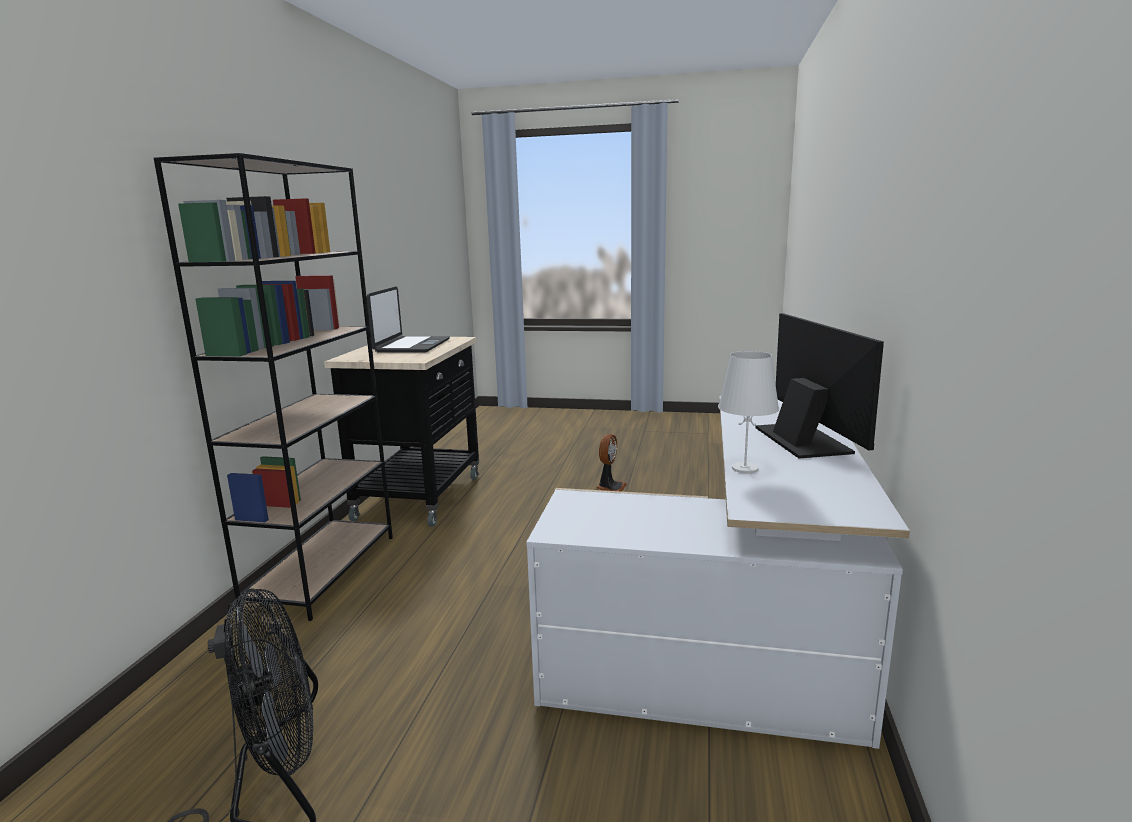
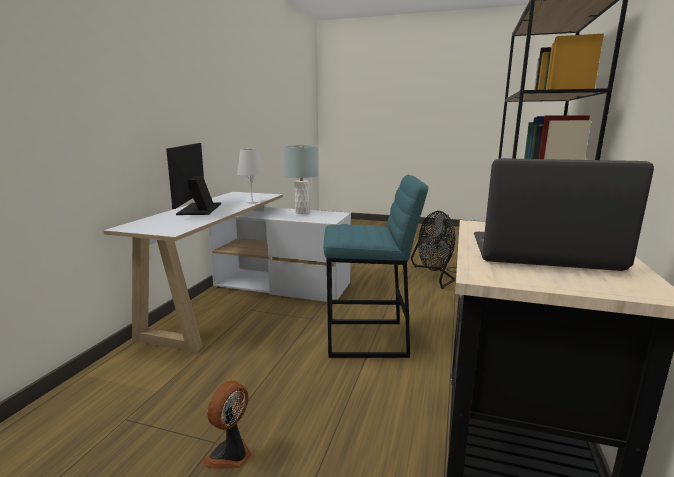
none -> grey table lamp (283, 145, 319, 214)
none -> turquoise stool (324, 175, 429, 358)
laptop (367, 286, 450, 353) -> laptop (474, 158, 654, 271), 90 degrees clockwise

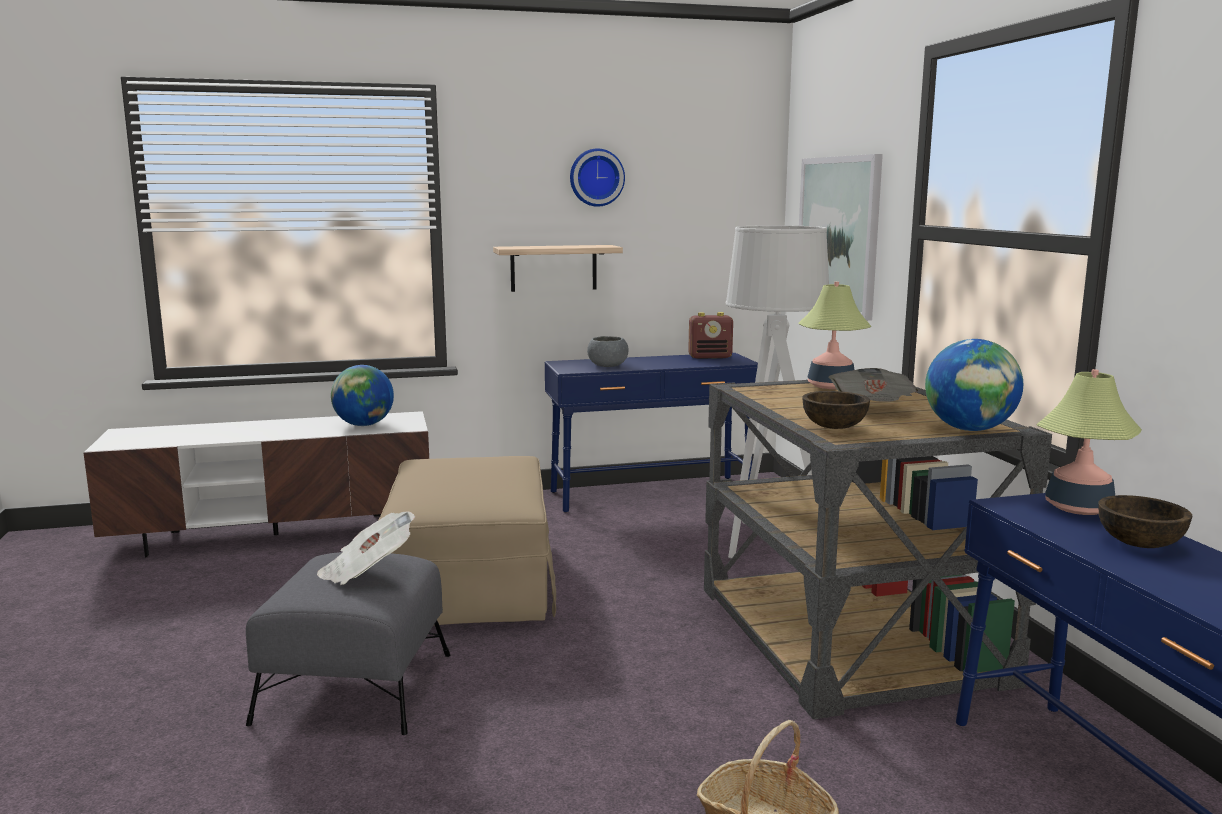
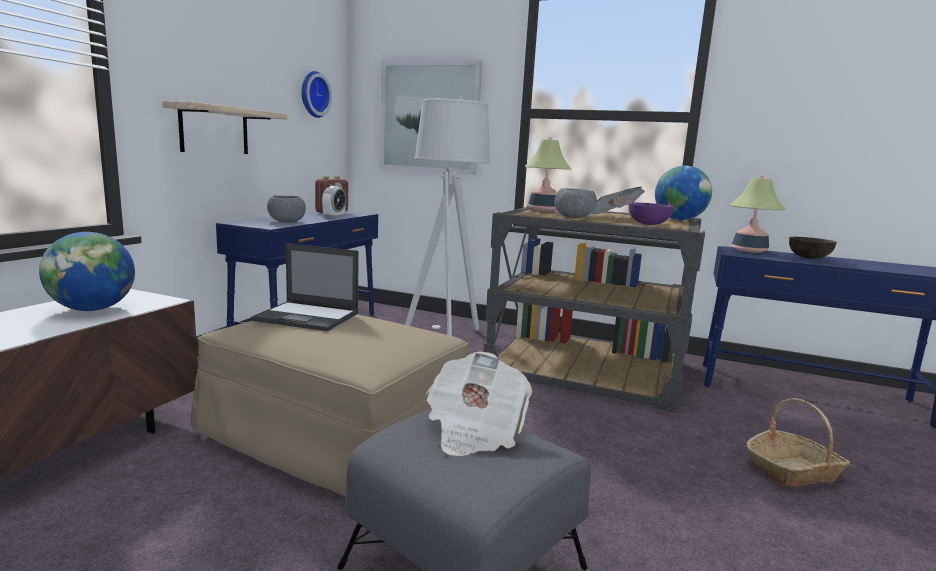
none -> laptop (251, 243, 359, 331)
none -> alarm clock (322, 186, 346, 218)
none -> grey bowl (555, 188, 597, 218)
wall clock (570, 148, 625, 207) -> wall clock (301, 71, 332, 118), moved
brown bowl (802, 391, 870, 429) -> purple bowl (629, 202, 674, 225)

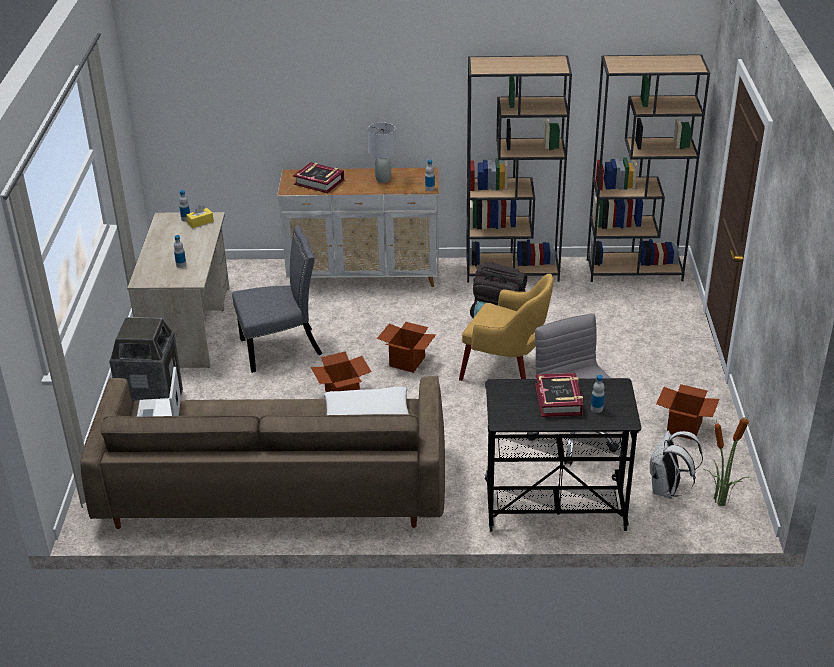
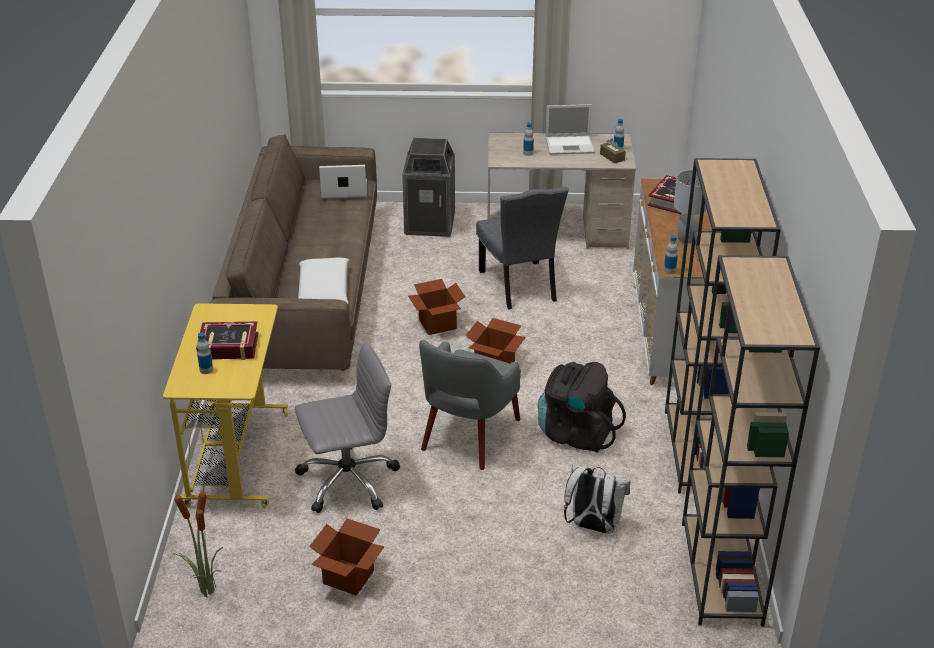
none -> laptop (545, 104, 595, 155)
white backpack (650, 431, 703, 498) -> white backpack (564, 464, 630, 534), moved
yellow tissue box (186, 205, 214, 228) -> brown tissue box (600, 139, 626, 164)
yellow armchair (459, 273, 553, 381) -> grey armchair (419, 340, 521, 470)
black desk (484, 378, 641, 532) -> yellow desk (163, 303, 288, 509)

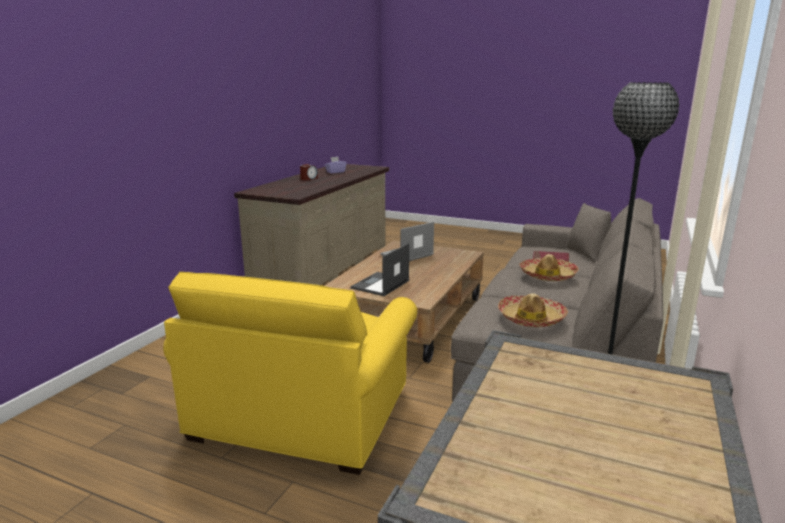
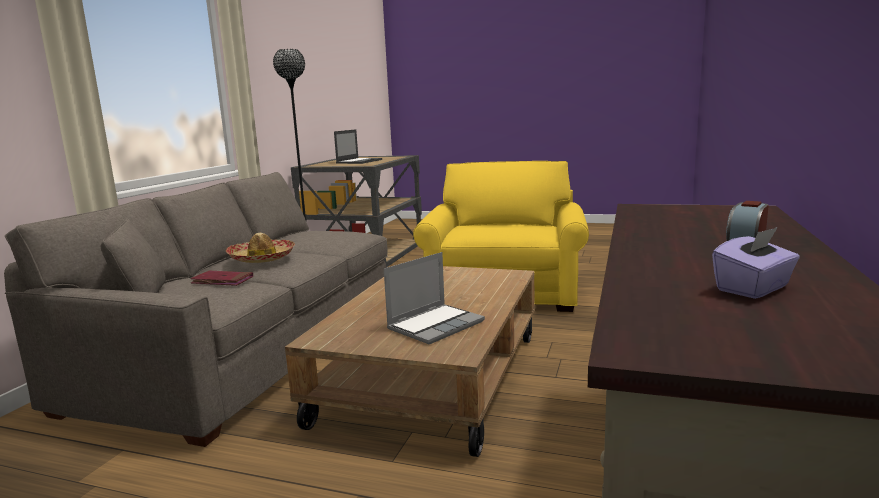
hat (498, 293, 568, 327) -> none
laptop (350, 243, 409, 296) -> laptop (334, 129, 382, 164), moved

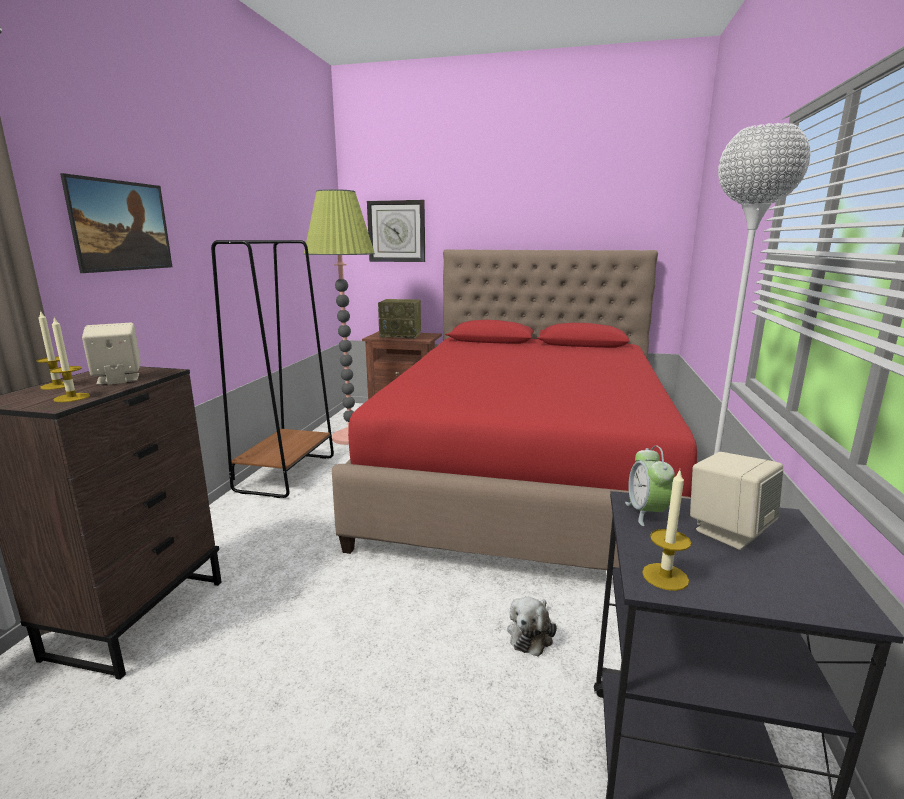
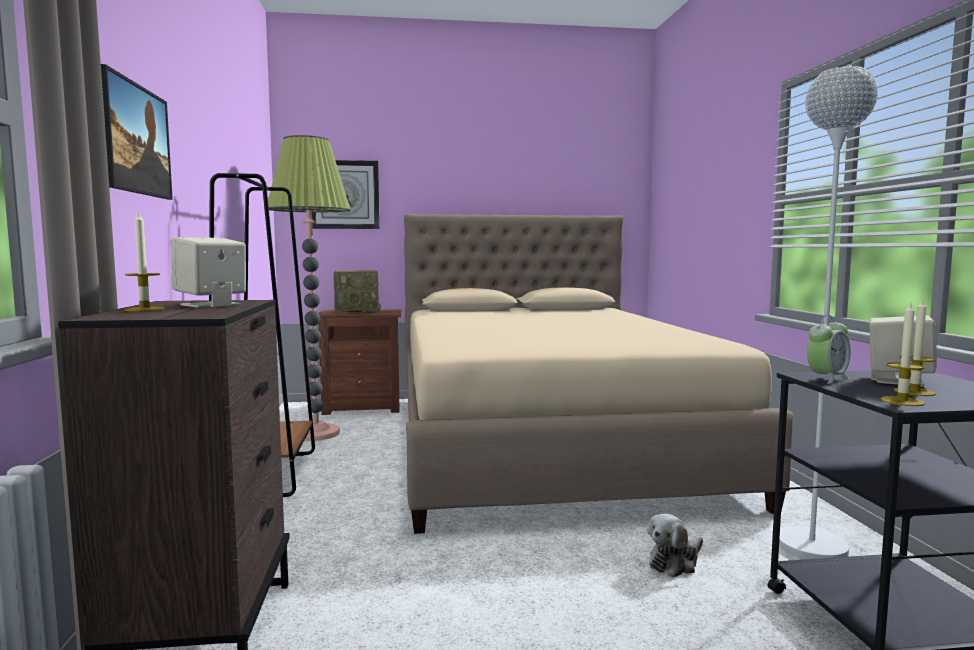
candle (50, 317, 90, 402) -> candle (894, 297, 936, 396), moved
red bed (332, 249, 697, 570) -> beige bed (404, 214, 794, 534)
plush toy (507, 597, 557, 656) -> plush toy (648, 514, 703, 577), 45 degrees clockwise
alarm clock (625, 445, 675, 526) -> alarm clock (807, 315, 851, 384), 105 degrees counterclockwise

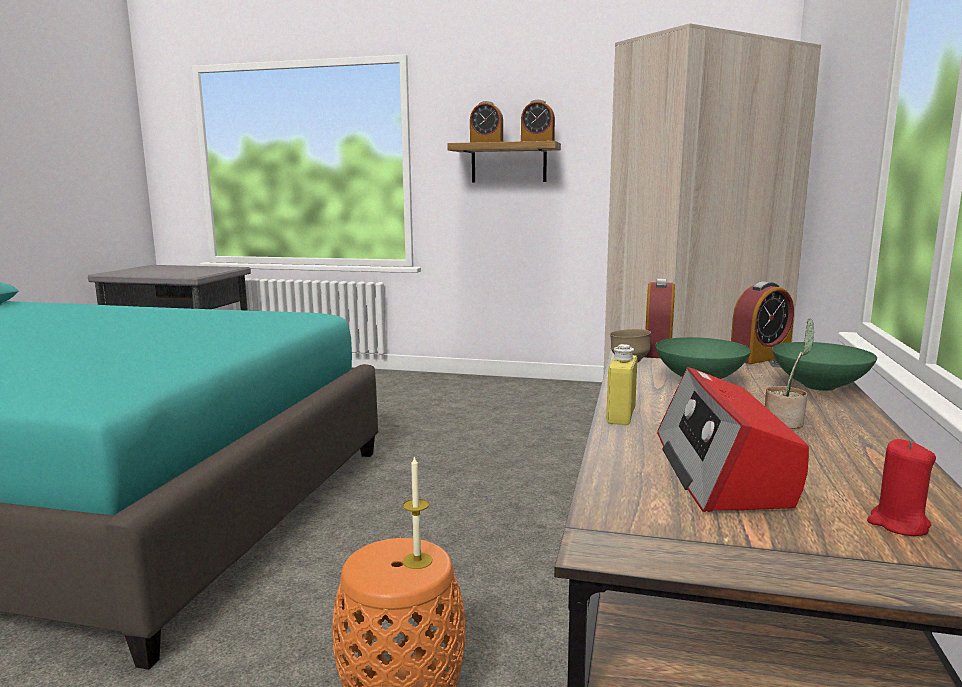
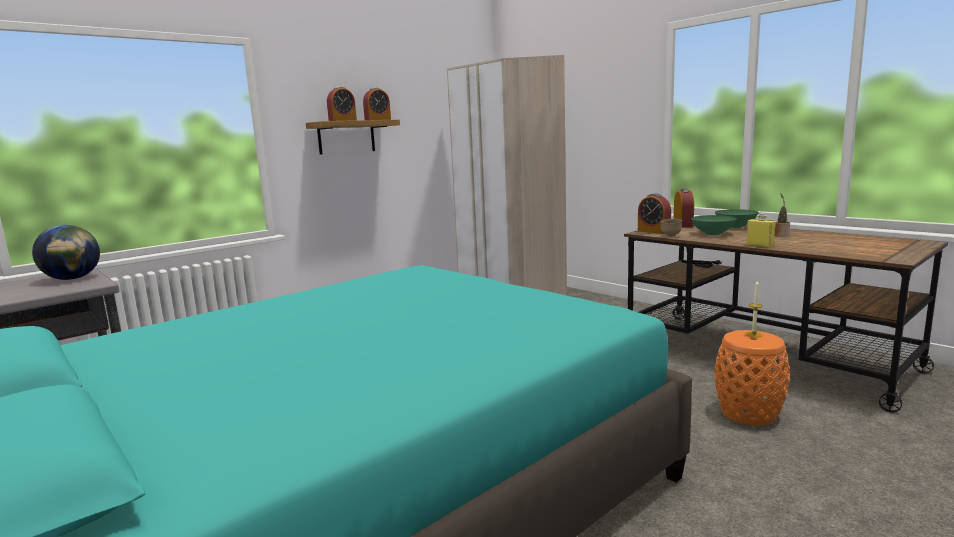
radio (657, 367, 809, 512) -> none
red candle (867, 439, 936, 536) -> none
none -> globe (32, 225, 100, 280)

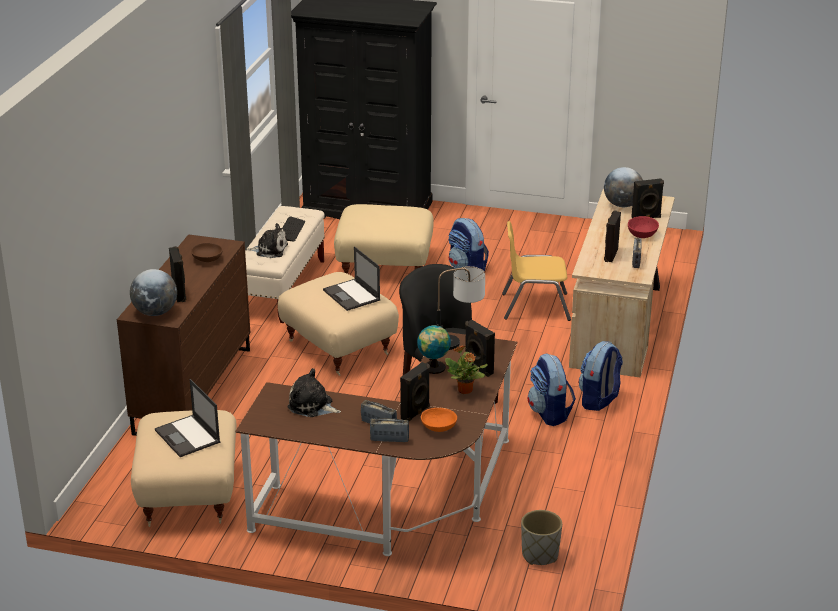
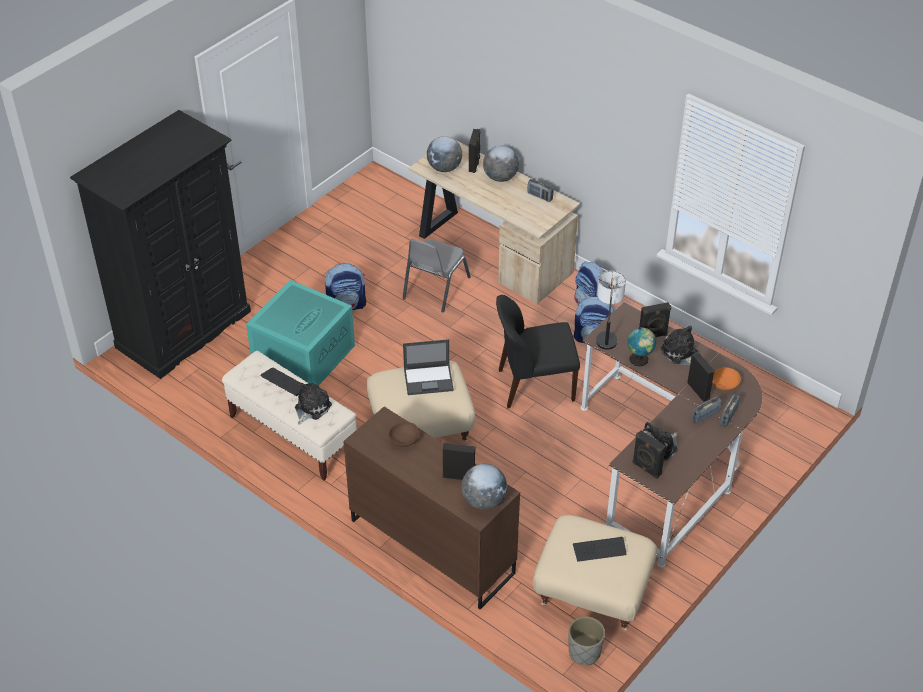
grey planter (521, 510, 562, 565) -> grey planter (569, 617, 605, 665), moved
black speaker (604, 211, 621, 262) -> black speaker (632, 430, 666, 479), moved
laptop (155, 379, 220, 457) -> keyboard (573, 537, 626, 562)
beige ottoman (334, 204, 434, 274) -> turquoise storage box (246, 280, 355, 385)
potted plant (445, 345, 488, 394) -> plush toy (661, 325, 698, 365)
red bowl (628, 216, 659, 238) -> globe (483, 146, 519, 182)
yellow chair (502, 221, 571, 321) -> grey chair (403, 239, 471, 312)

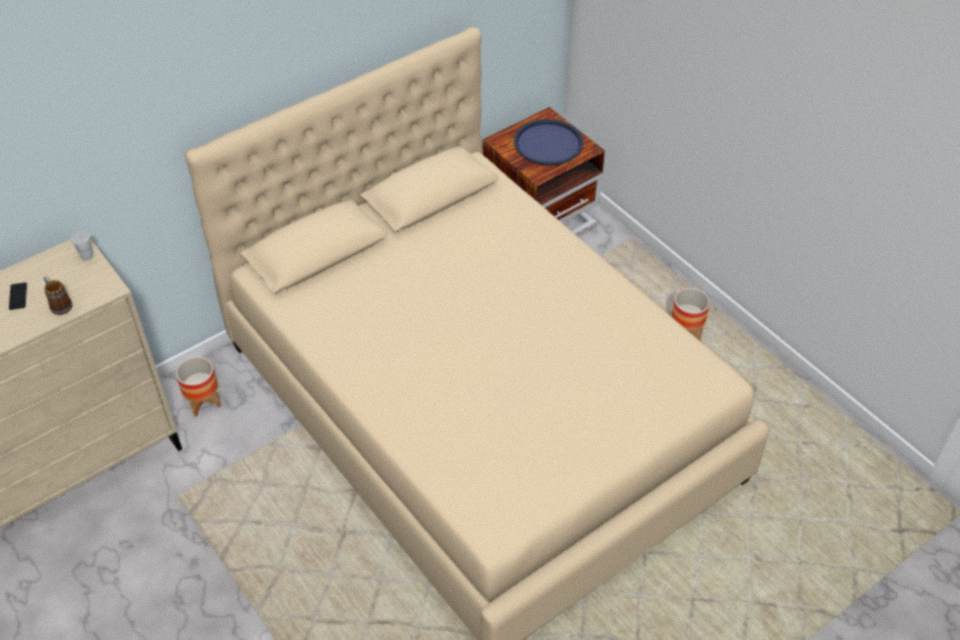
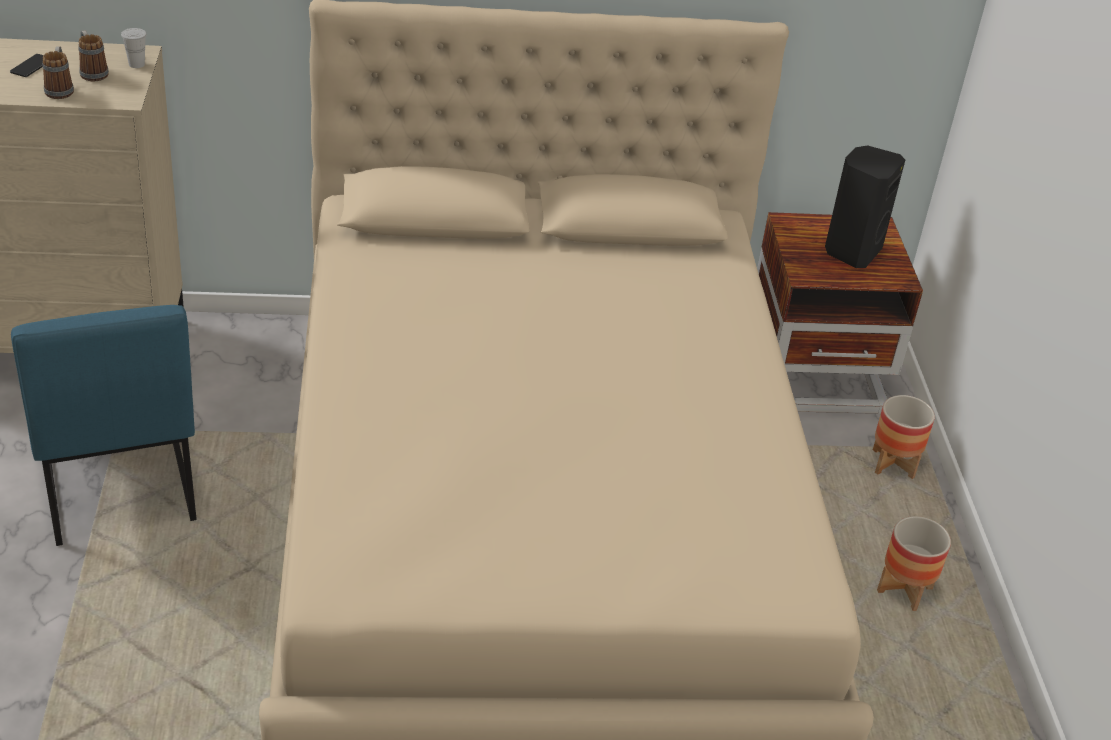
none -> blue chair (11, 305, 197, 546)
none -> mug (78, 30, 109, 81)
planter (176, 356, 221, 417) -> planter (873, 395, 935, 479), moved
blue tray (514, 119, 583, 165) -> black speaker (825, 145, 905, 268)

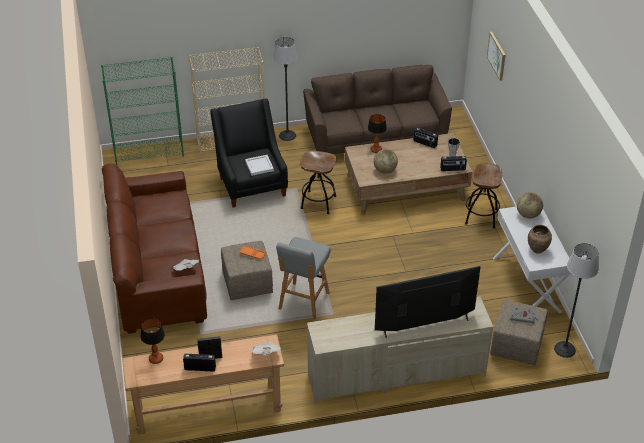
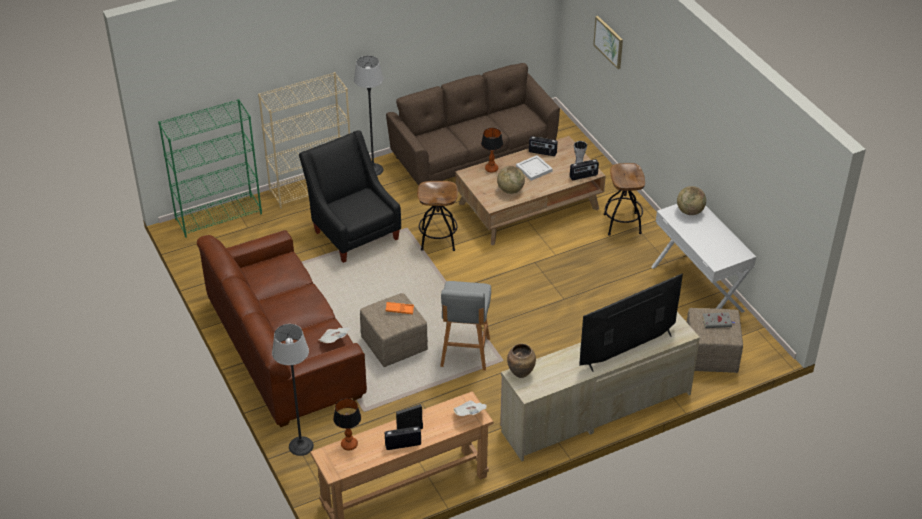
white tray (245, 155, 274, 176) -> white tray (516, 155, 553, 181), moved
brown vase (528, 225, 552, 254) -> brown vase (507, 344, 536, 378), moved
floor lamp (554, 243, 599, 358) -> floor lamp (272, 324, 314, 456), moved

